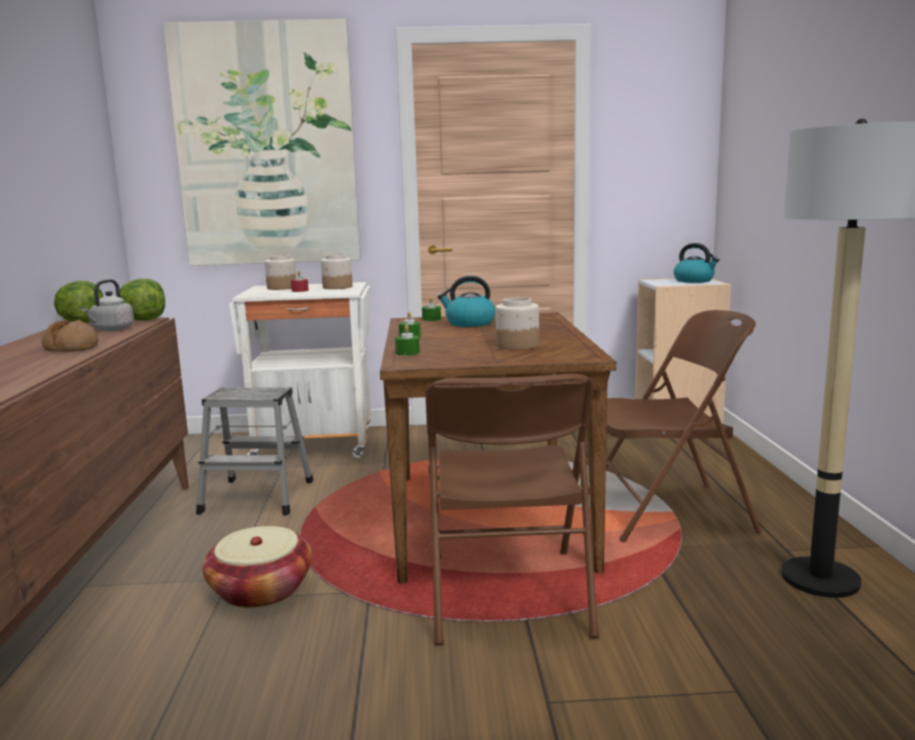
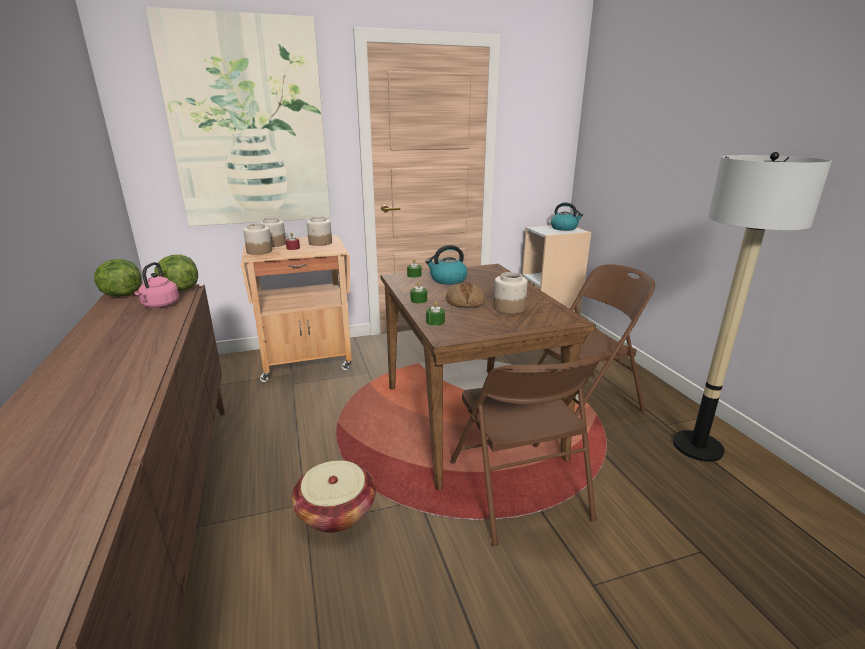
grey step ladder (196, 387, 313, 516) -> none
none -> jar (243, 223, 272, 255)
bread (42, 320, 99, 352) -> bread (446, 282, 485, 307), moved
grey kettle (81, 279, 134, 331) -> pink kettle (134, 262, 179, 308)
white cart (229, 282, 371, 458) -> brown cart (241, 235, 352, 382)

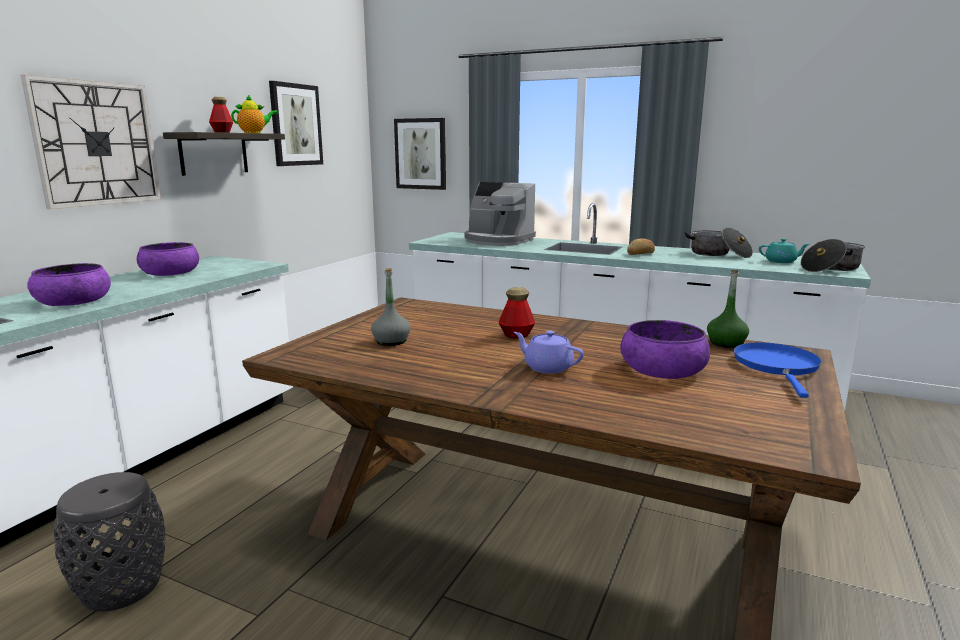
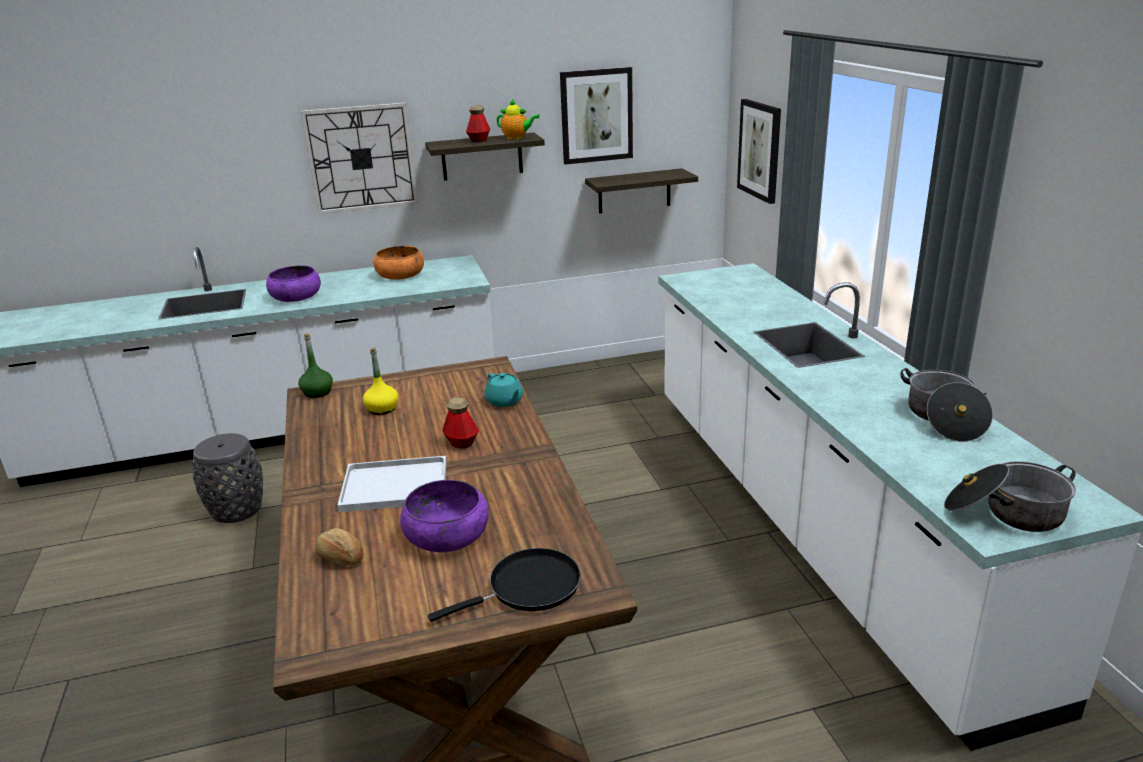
coffee machine (465, 182, 536, 246) -> none
none -> shelf (585, 168, 698, 214)
bread (627, 239, 655, 255) -> bread (315, 528, 363, 566), moved
green bottle (707, 270, 749, 348) -> green bottle (298, 333, 333, 398), moved
turquoise teapot (759, 239, 810, 263) -> turquoise teapot (484, 373, 523, 407), moved
purple teapot (514, 331, 584, 374) -> white tray (337, 456, 447, 512)
purple bowl (137, 242, 199, 276) -> orange bowl (373, 246, 424, 280)
grey bottle (371, 268, 411, 346) -> yellow bottle (363, 348, 398, 415)
blue frying pan (734, 342, 822, 398) -> black frying pan (428, 548, 581, 622)

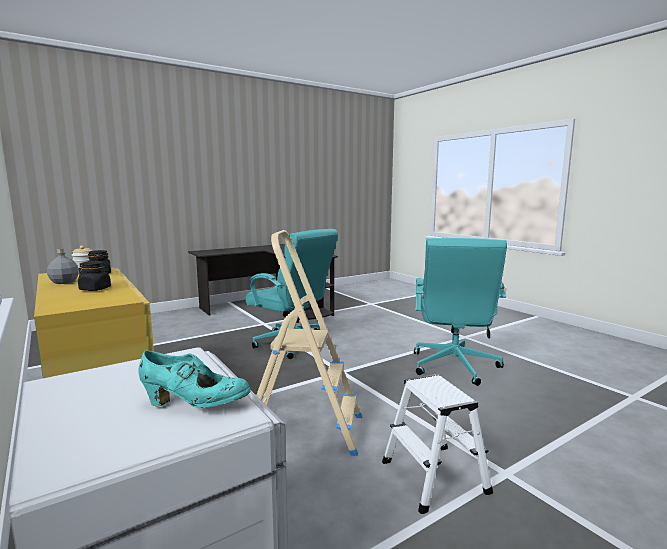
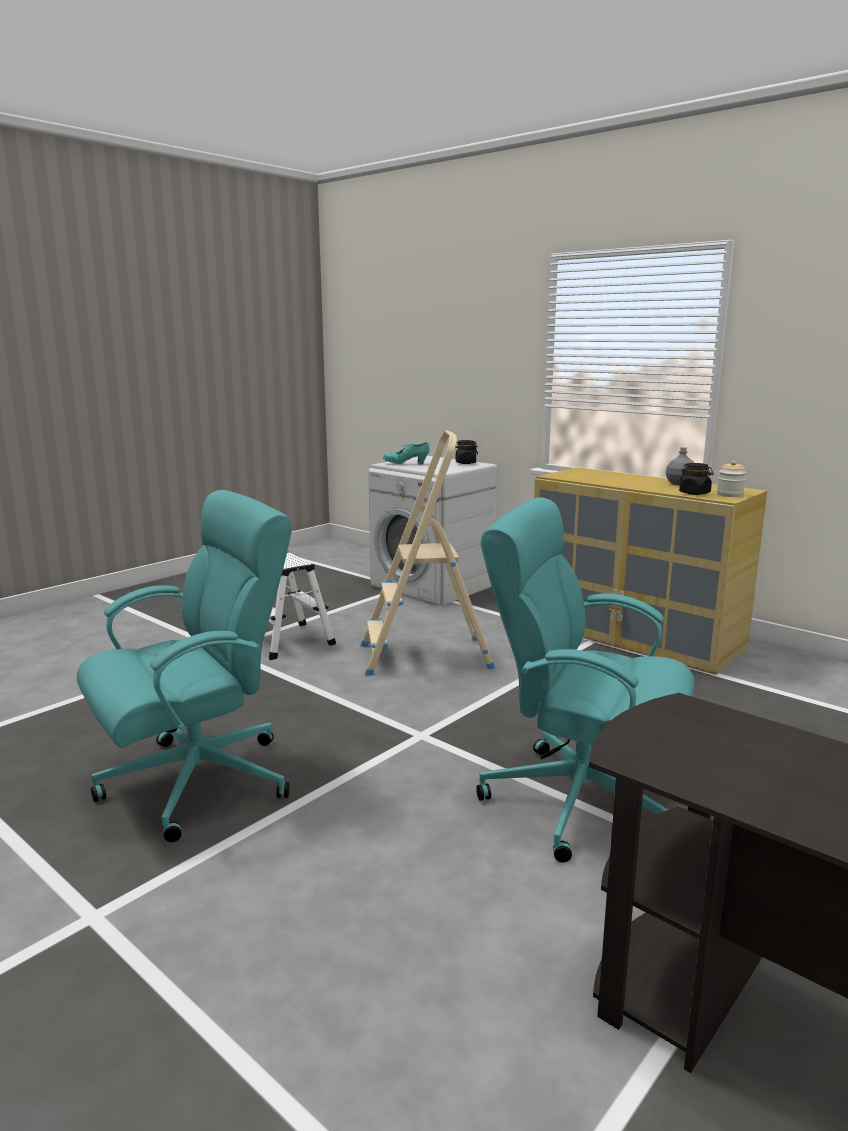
black jar (78, 261, 111, 291) -> black jar (455, 440, 478, 464), moved
turquoise office chair (414, 238, 507, 386) -> turquoise office chair (77, 490, 292, 842), 60 degrees clockwise

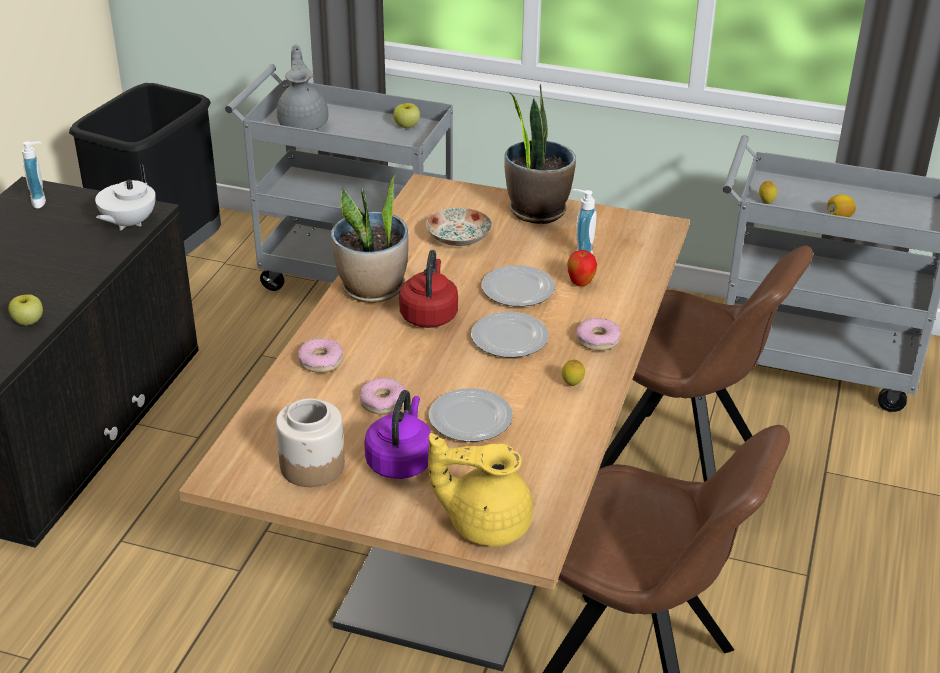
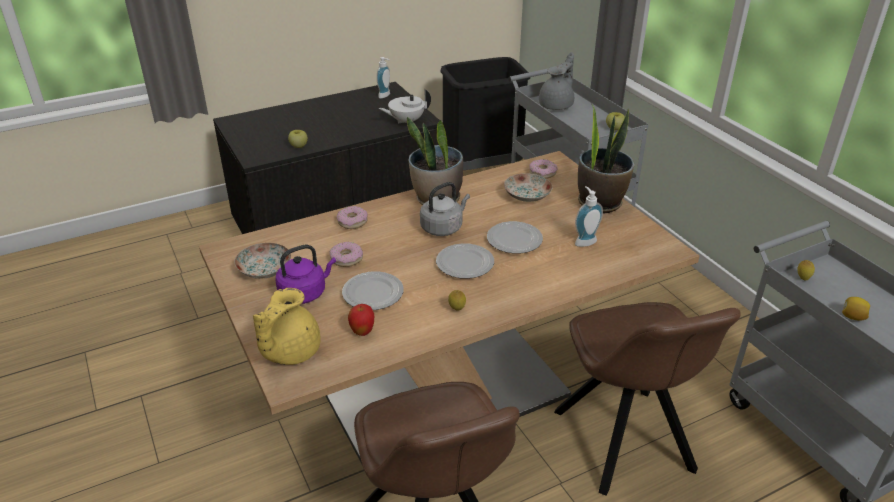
apple (567, 250, 597, 287) -> apple (348, 304, 374, 336), moved
donut (577, 318, 621, 351) -> donut (529, 159, 558, 179), moved
jar (276, 398, 345, 487) -> plate (234, 243, 291, 279)
red kettle (399, 250, 458, 328) -> grey kettle (420, 182, 470, 236)
yellow teapot (428, 433, 533, 546) -> yellow teapot (253, 288, 321, 365), 120 degrees counterclockwise

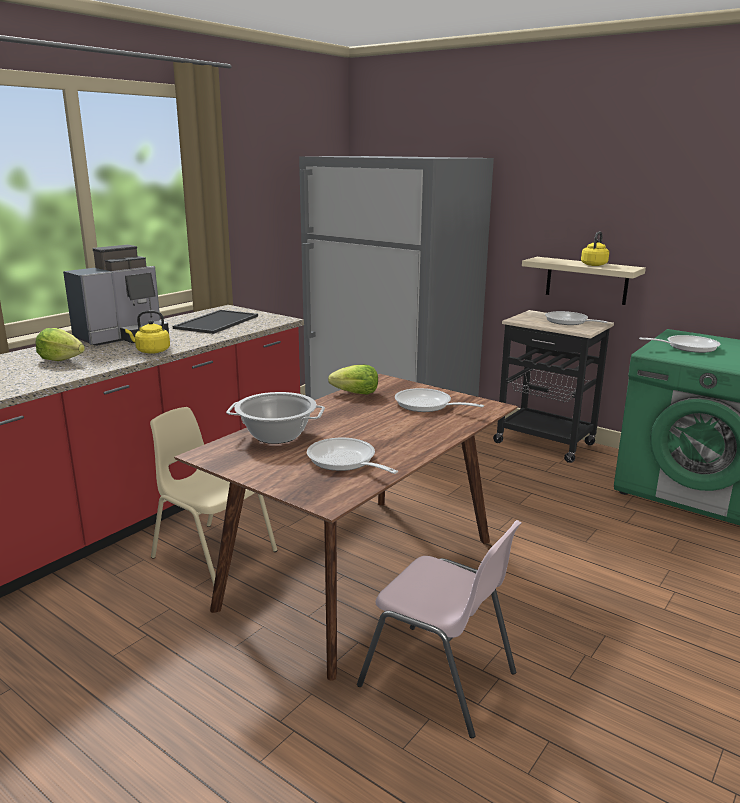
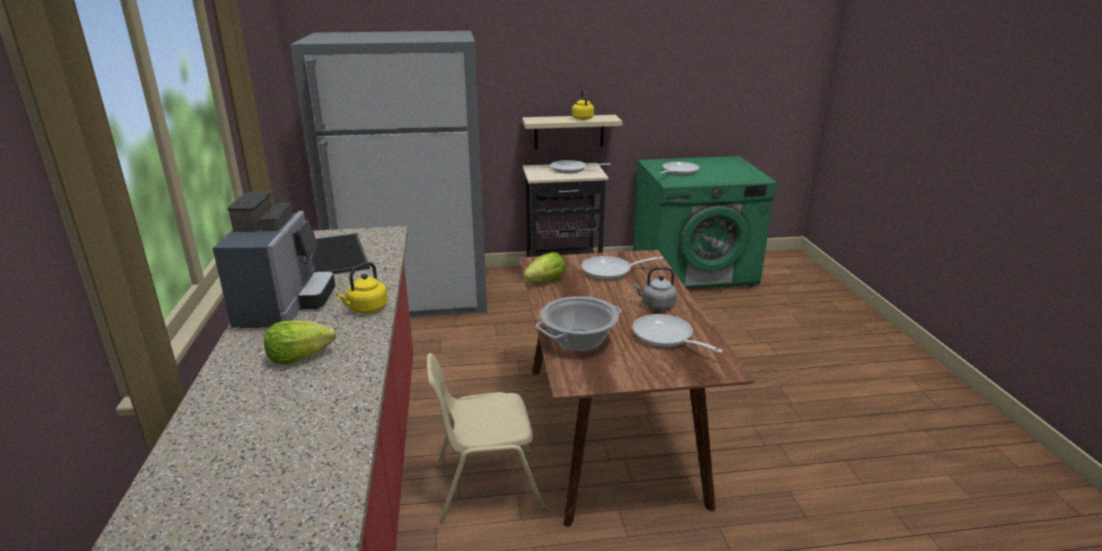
pink chair (357, 520, 522, 738) -> none
none -> grey kettle (634, 267, 677, 310)
frying pan (307, 438, 398, 474) -> frying pan (632, 314, 723, 353), 45 degrees clockwise

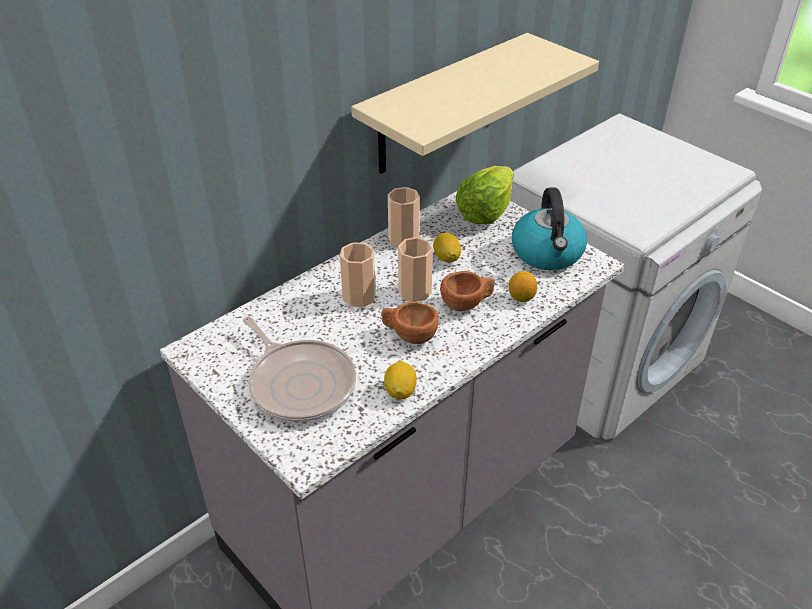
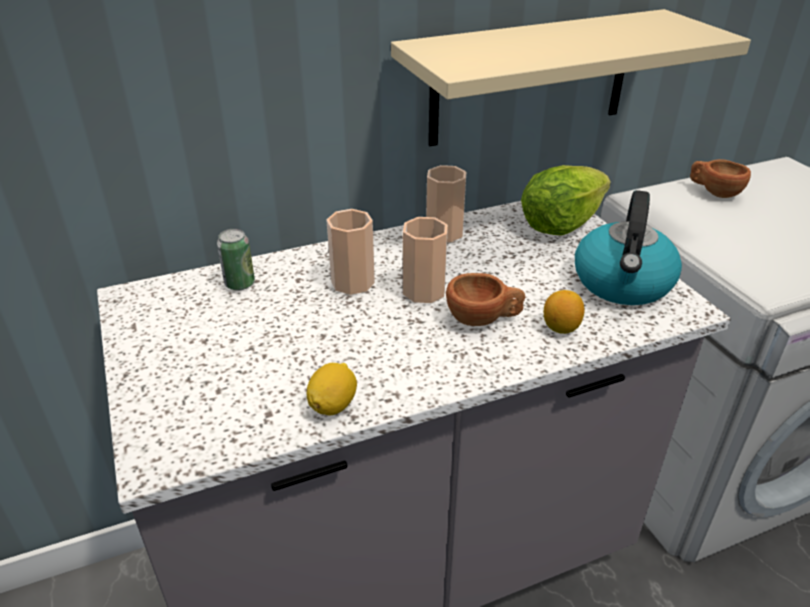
frying pan (243, 317, 356, 422) -> none
lemon (433, 233, 461, 263) -> none
none -> can (217, 229, 255, 291)
brown cup (381, 302, 439, 344) -> brown cup (690, 159, 751, 198), moved

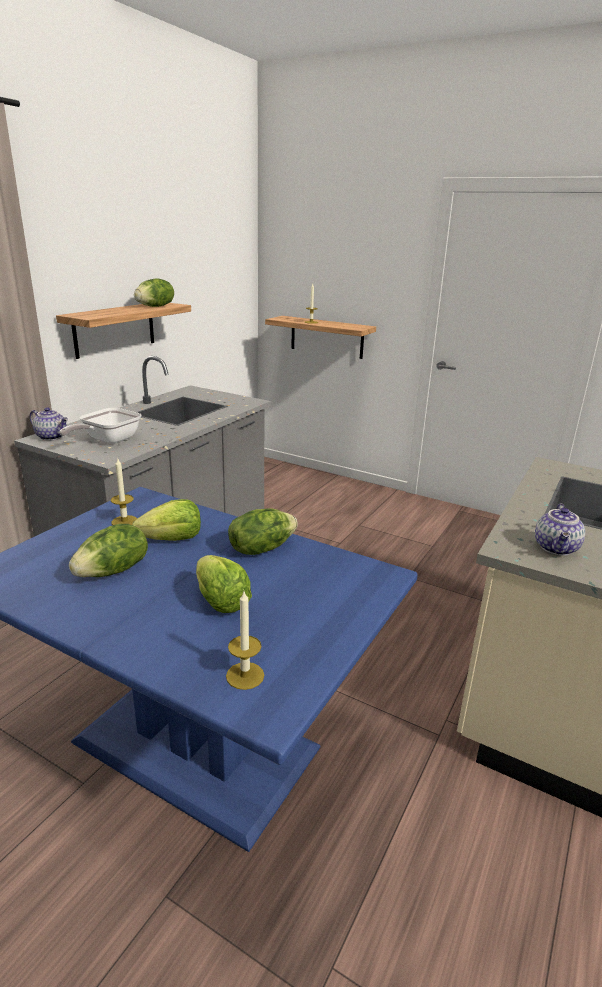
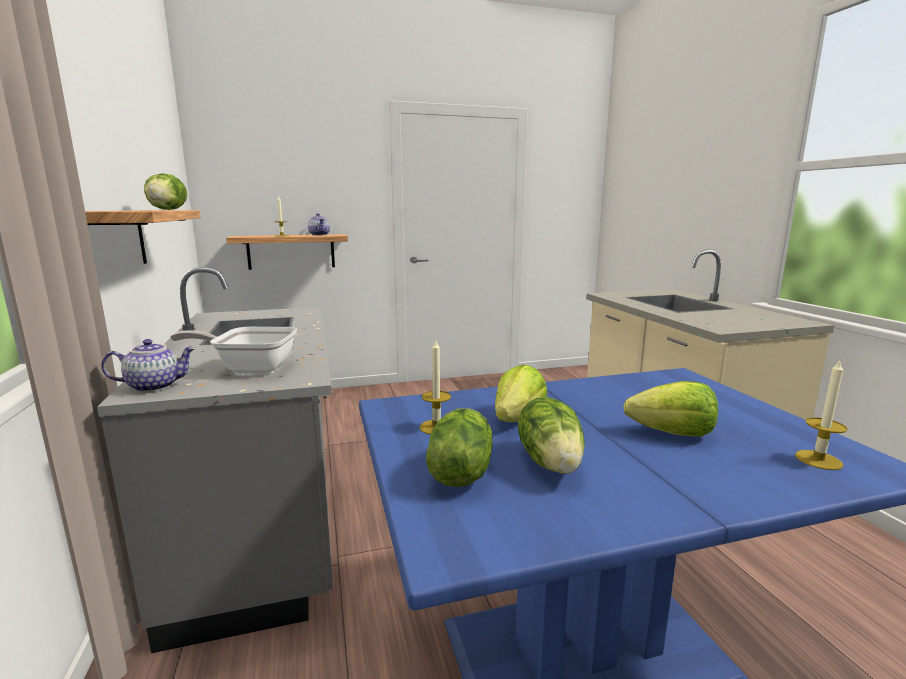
lettuce (228, 509, 298, 555) -> lettuce (426, 409, 493, 487), moved
teapot (535, 503, 585, 556) -> teapot (308, 213, 330, 236), moved
frying pan (59, 408, 141, 444) -> frying pan (170, 327, 297, 373), 105 degrees clockwise

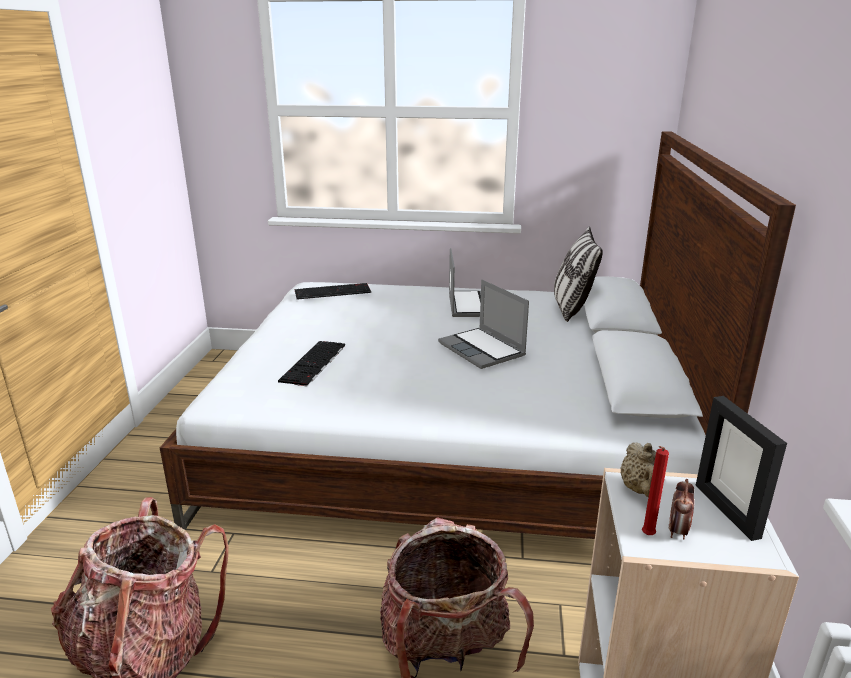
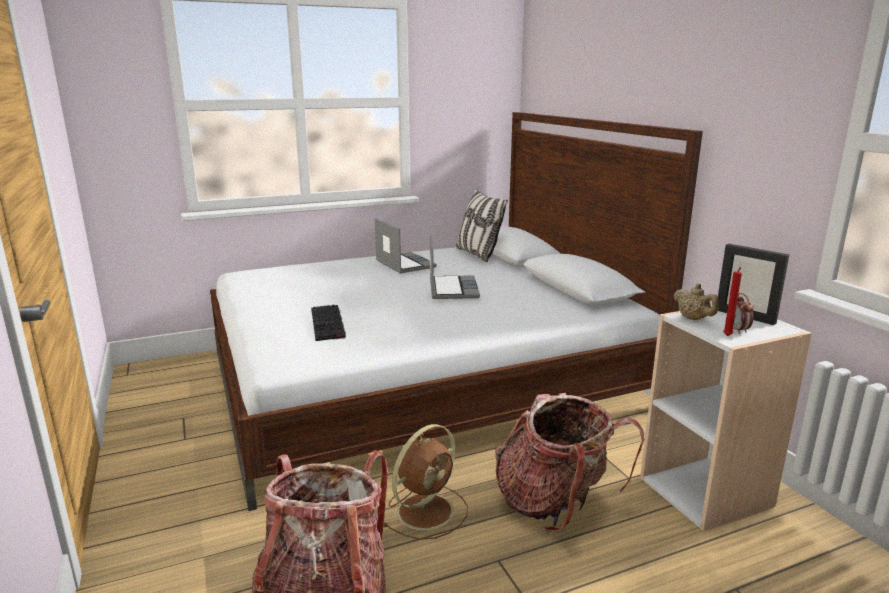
keyboard (295, 283, 371, 300) -> none
none -> brown fan (383, 424, 468, 540)
laptop (438, 280, 529, 369) -> laptop (430, 234, 480, 299), 120 degrees counterclockwise

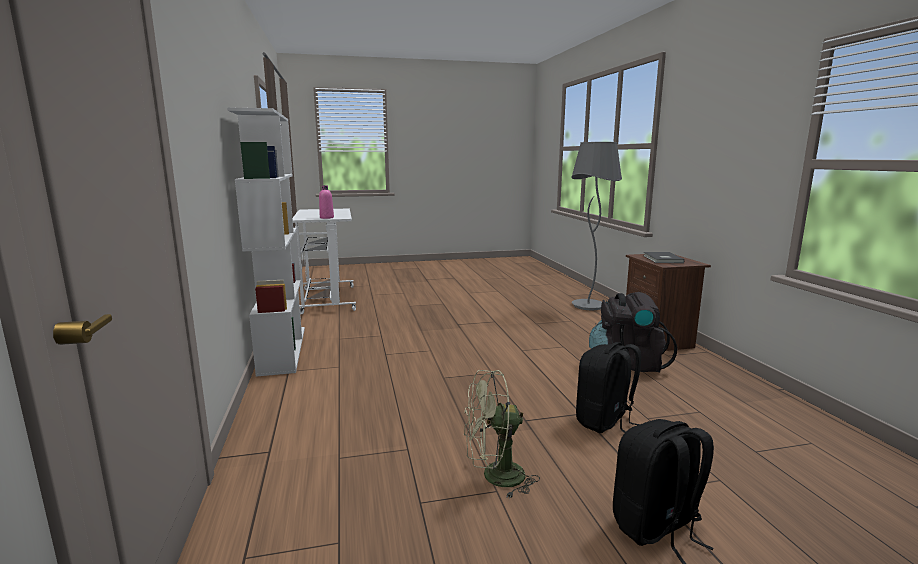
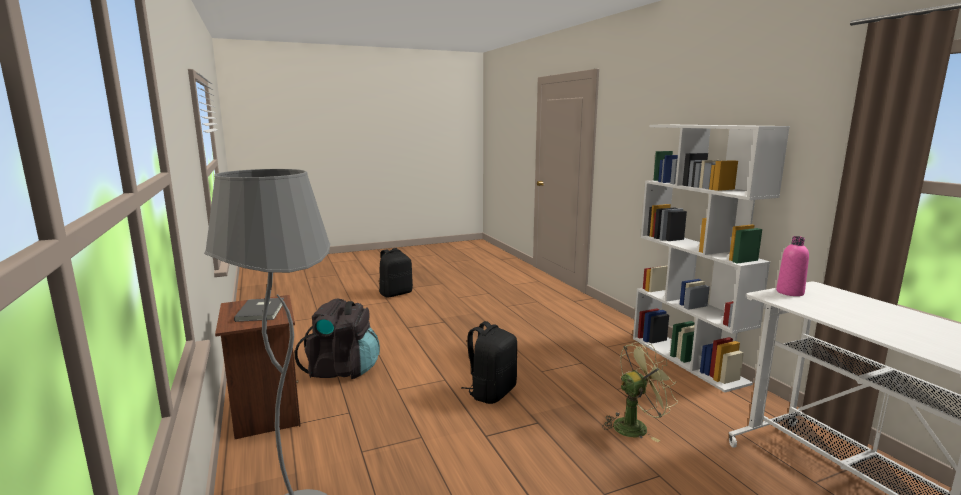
green fan (464, 370, 540, 499) -> green fan (602, 342, 678, 442), moved
black backpack (576, 342, 641, 433) -> black backpack (462, 321, 517, 404), moved

